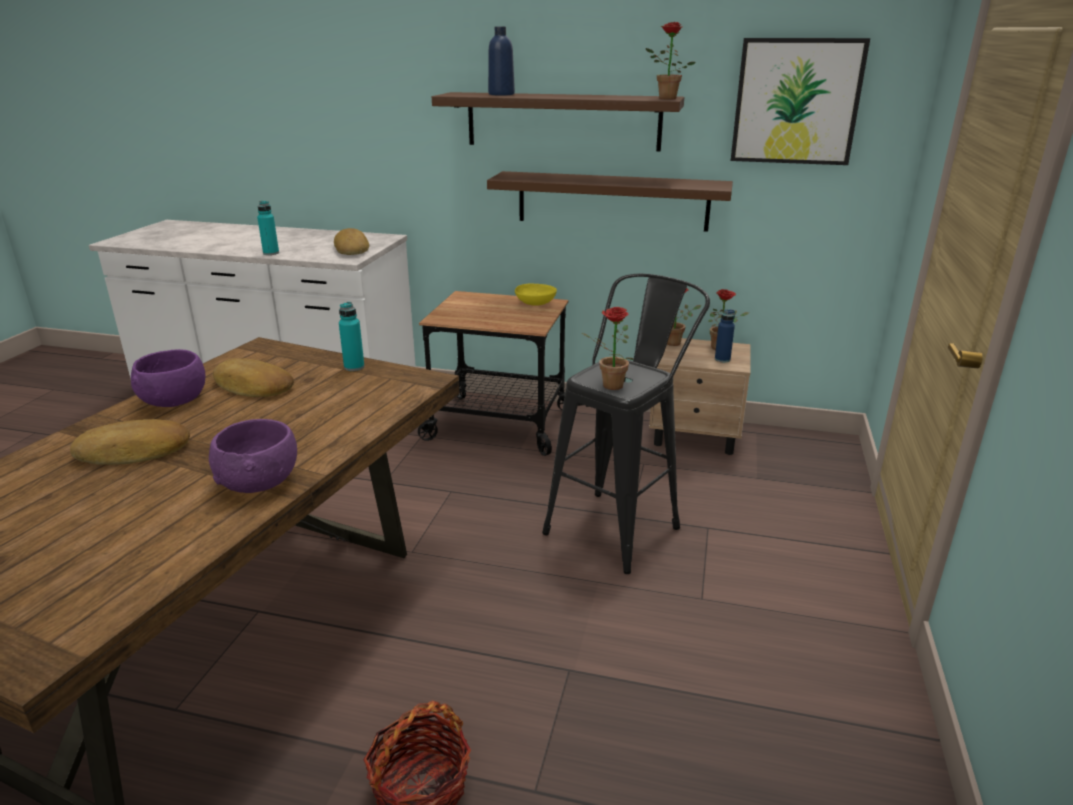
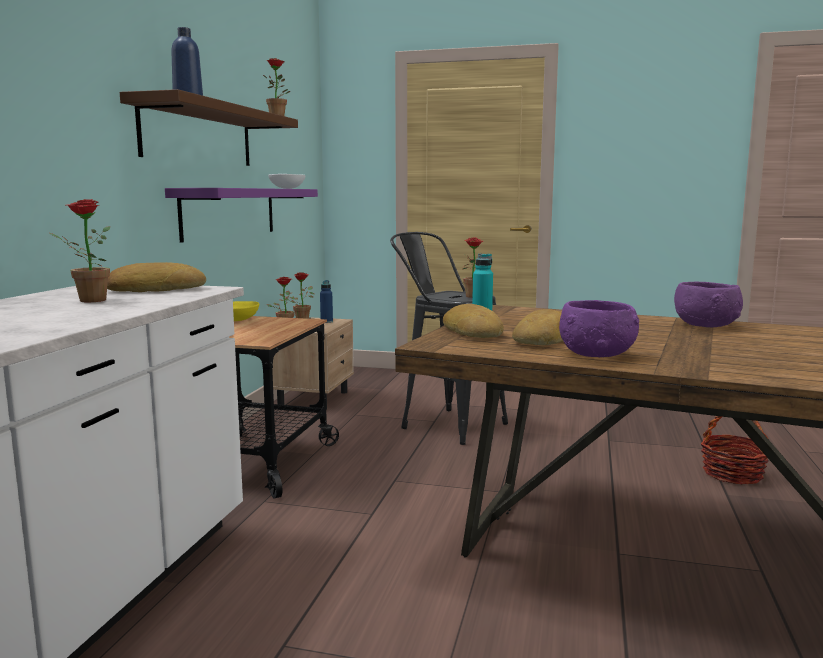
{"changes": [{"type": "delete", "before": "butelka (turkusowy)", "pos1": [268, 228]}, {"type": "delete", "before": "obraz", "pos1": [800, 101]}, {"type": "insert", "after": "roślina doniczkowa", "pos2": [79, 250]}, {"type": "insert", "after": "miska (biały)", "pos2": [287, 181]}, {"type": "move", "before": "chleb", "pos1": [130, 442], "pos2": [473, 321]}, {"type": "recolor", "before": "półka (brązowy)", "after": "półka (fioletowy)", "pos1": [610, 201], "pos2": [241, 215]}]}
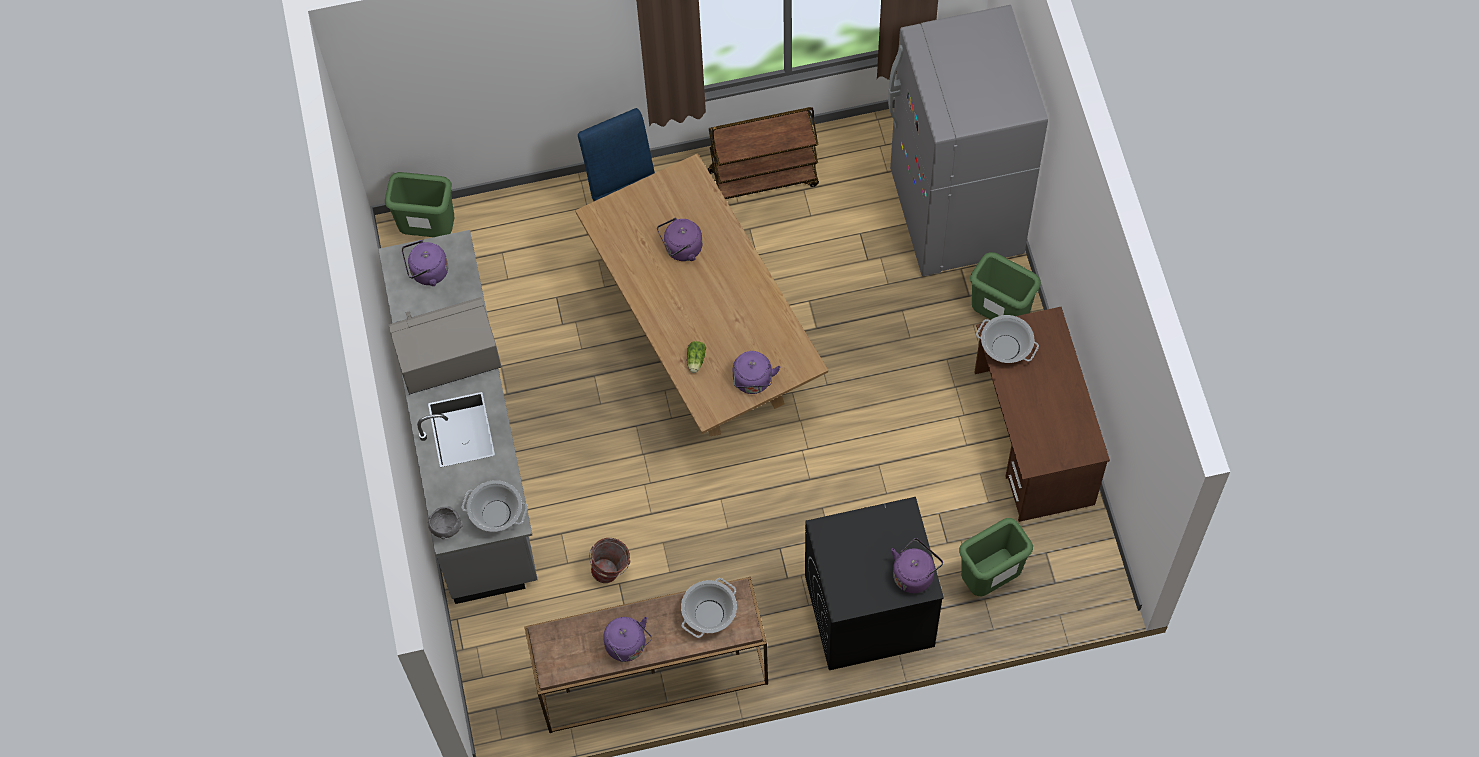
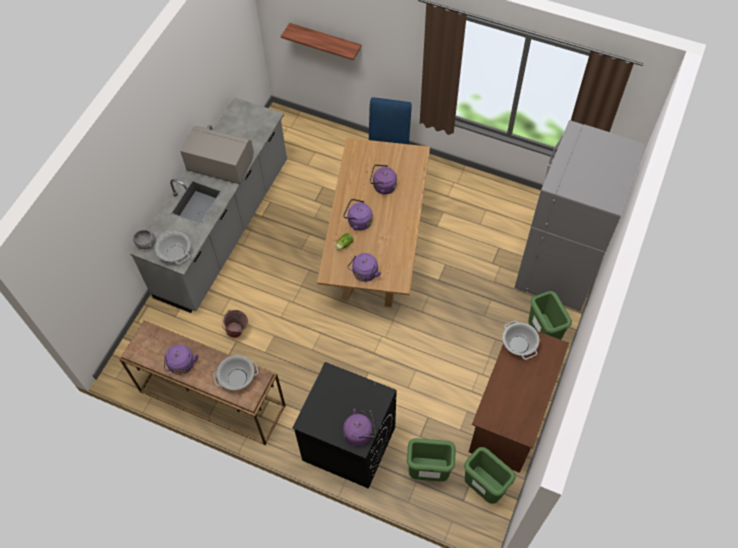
{"changes": [{"type": "delete", "before": "wózek (brązowy)", "pos1": [763, 153]}, {"type": "insert", "after": "półka", "pos2": [321, 41]}, {"type": "move", "before": "kosz na śmieci (zielony)", "pos1": [419, 204], "pos2": [489, 475]}, {"type": "move", "before": "czajnik (fioletowy)", "pos1": [425, 263], "pos2": [357, 214]}]}
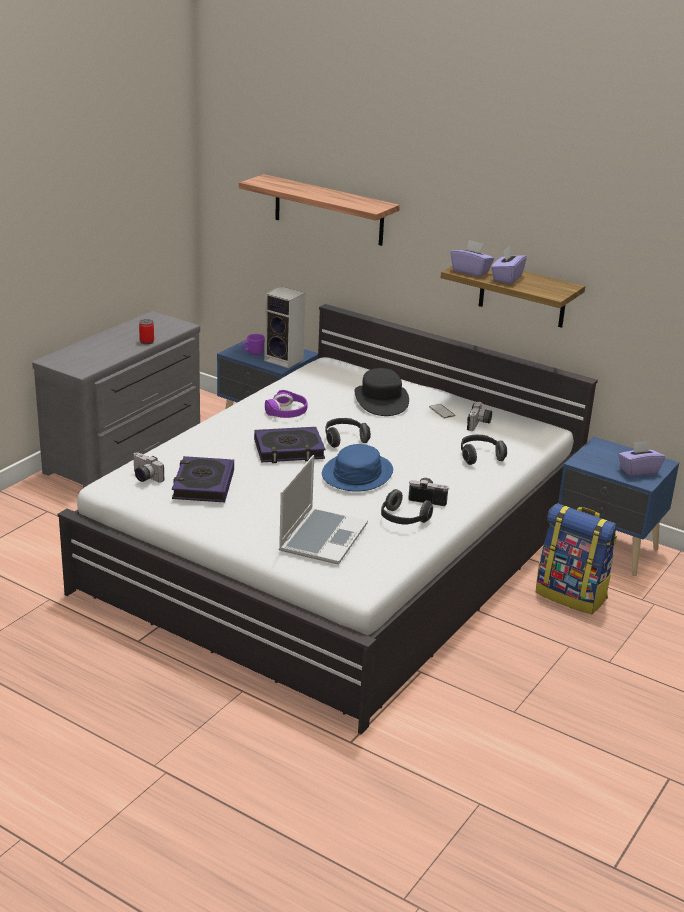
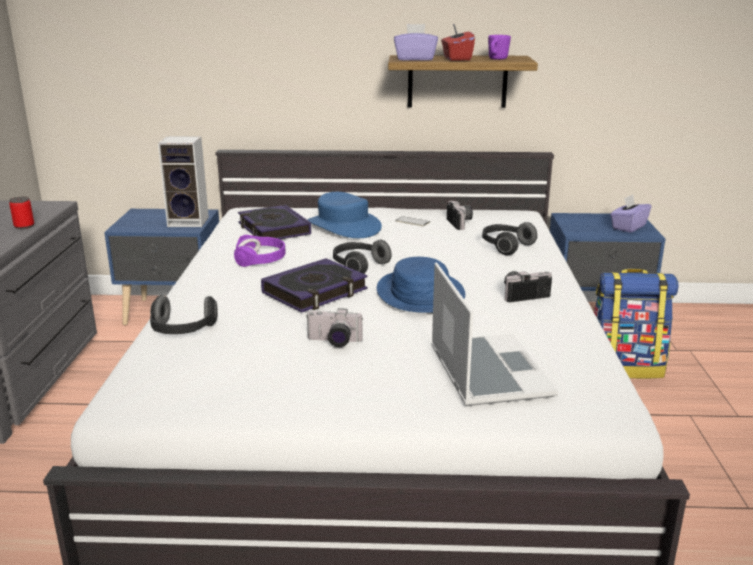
{"changes": [{"type": "delete", "before": "półka", "pos1": [319, 210]}, {"type": "move", "before": "aparat fotograficzny", "pos1": [148, 467], "pos2": [335, 327]}, {"type": "move", "before": "książka", "pos1": [203, 479], "pos2": [274, 222]}, {"type": "move", "before": "kubek (fioletowy)", "pos1": [253, 344], "pos2": [499, 47]}, {"type": "move", "before": "słuchawki", "pos1": [407, 507], "pos2": [184, 314]}, {"type": "recolor", "before": "kapelusz (czarny)", "after": "kapelusz (niebieski)", "pos1": [381, 392], "pos2": [344, 215]}, {"type": "recolor", "before": "pudełko chusteczek (fioletowy)", "after": "pudełko chusteczek (czerwony)", "pos1": [509, 265], "pos2": [458, 42]}]}
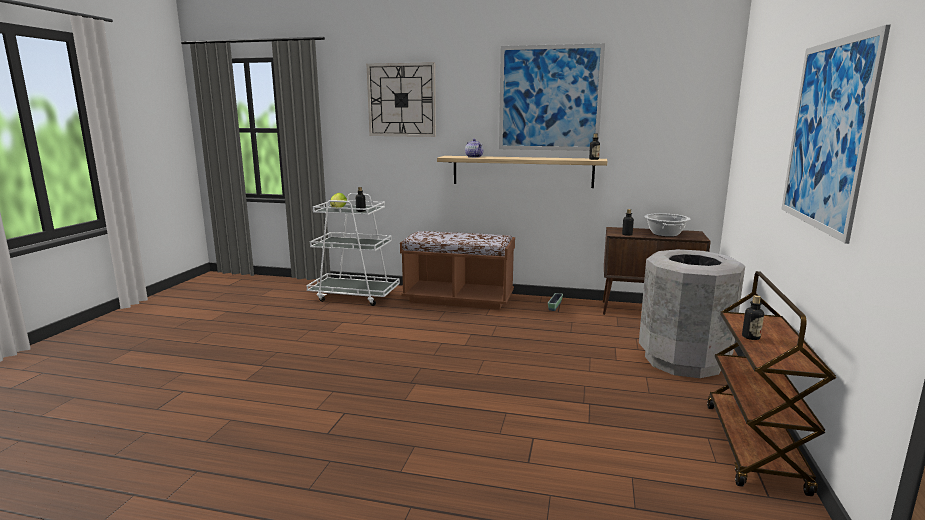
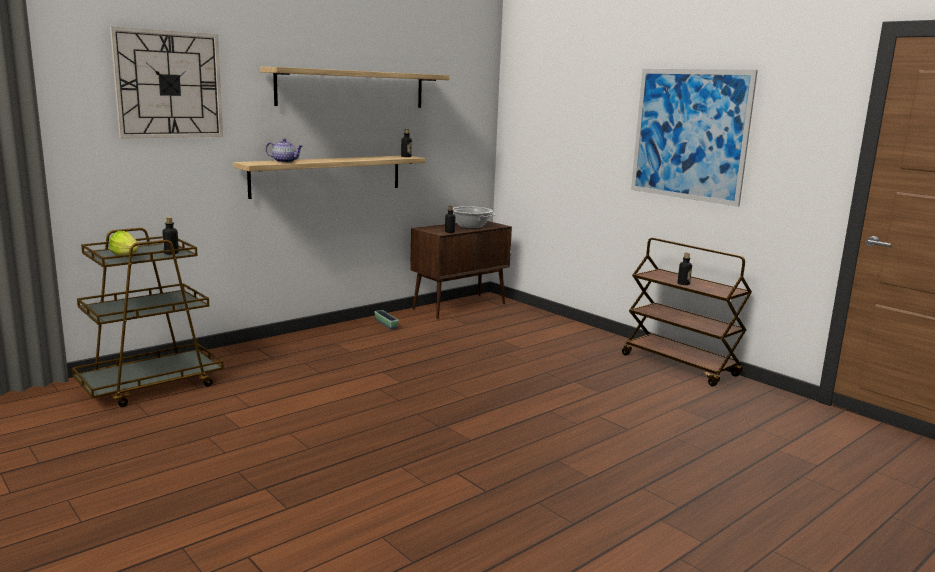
{"changes": [{"type": "delete", "before": "ławka (brązowy)", "pos1": [457, 270]}, {"type": "delete", "before": "kosz na śmieci (szary)", "pos1": [692, 313]}, {"type": "replace", "before": "obraz", "after": "półka", "pos1": [552, 97], "pos2": [354, 87]}, {"type": "recolor", "before": "wózek (biały)", "after": "wózek (brązowy)", "pos1": [353, 249], "pos2": [148, 317]}]}
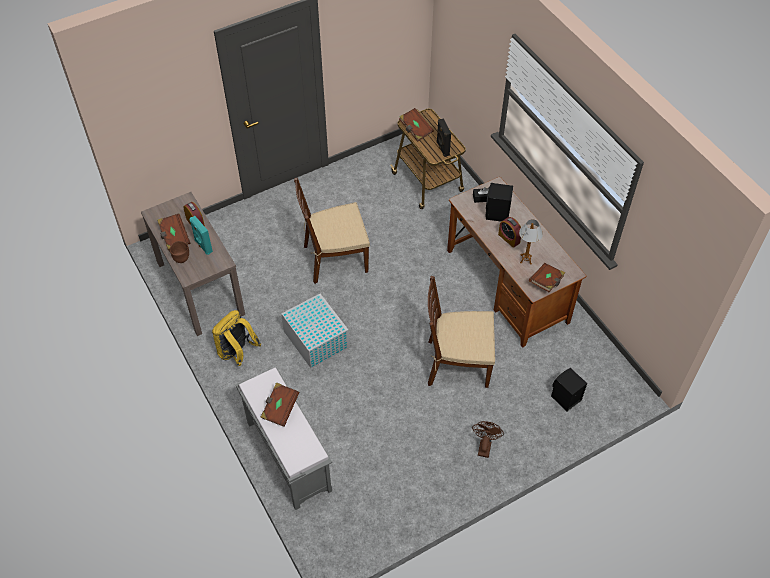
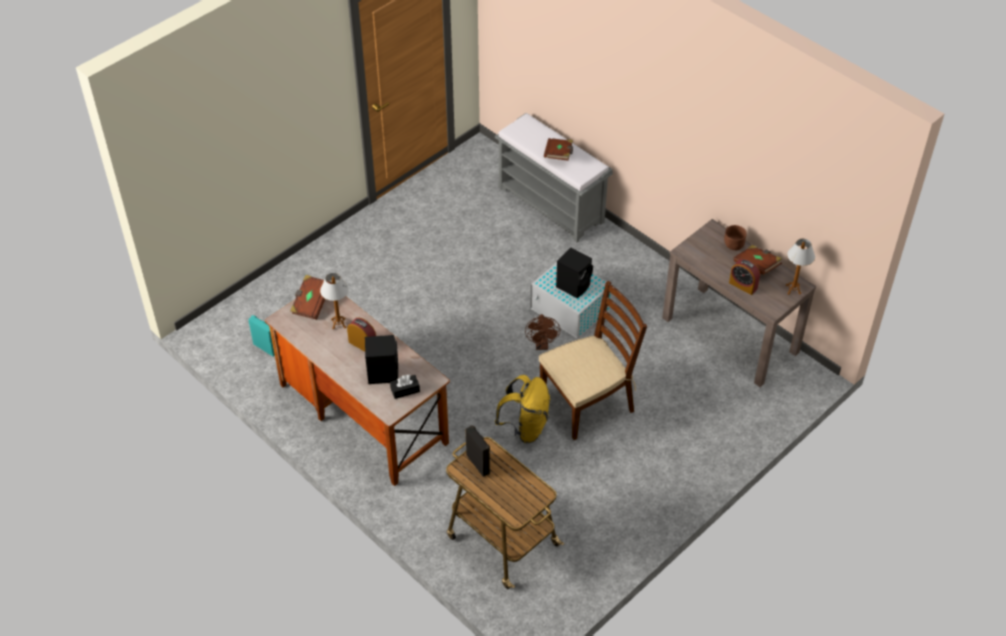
{"changes": [{"type": "delete", "before": "książka (brązowy)", "pos1": [416, 125]}, {"type": "delete", "before": "krzesło (brązowy)", "pos1": [461, 332]}, {"type": "insert", "after": "lampa stołowa", "pos2": [800, 267]}, {"type": "move", "before": "głośnik (turkusowy)", "pos1": [201, 235], "pos2": [261, 336]}, {"type": "move", "before": "plecak (żółty)", "pos1": [236, 338], "pos2": [522, 409]}, {"type": "move", "before": "wentylator (brązowy)", "pos1": [488, 439], "pos2": [542, 332]}, {"type": "move", "before": "głośnik (czarny)", "pos1": [569, 390], "pos2": [574, 272]}]}
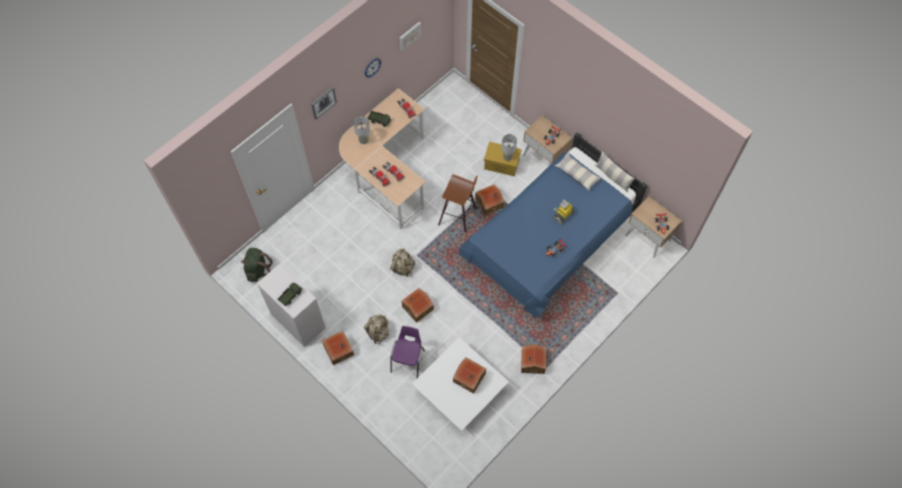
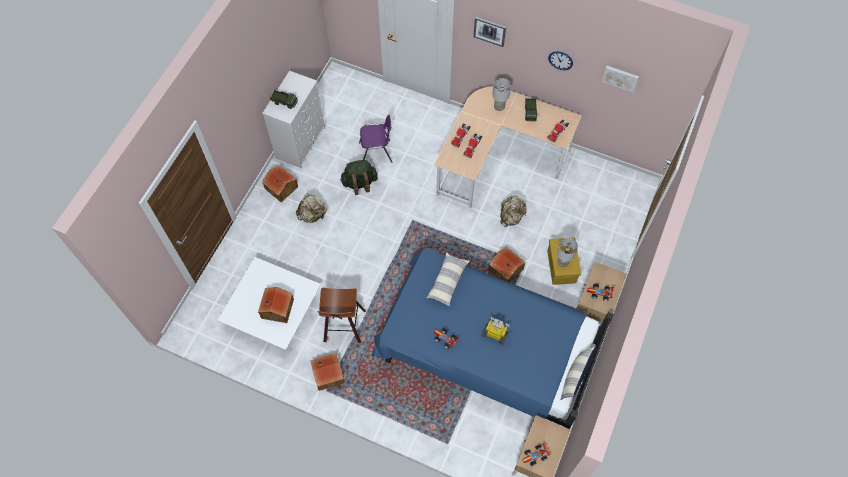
{"changes": [{"type": "delete", "before": "domek", "pos1": [417, 305]}, {"type": "move", "before": "plecak (zielony)", "pos1": [257, 265], "pos2": [359, 177]}, {"type": "move", "before": "plecak (beżowy)", "pos1": [402, 262], "pos2": [513, 211]}, {"type": "move", "before": "krzesło (fioletowy)", "pos1": [407, 352], "pos2": [375, 139]}, {"type": "move", "before": "stołek", "pos1": [458, 203], "pos2": [342, 315]}, {"type": "move", "before": "poduszka", "pos1": [578, 172], "pos2": [448, 279]}]}
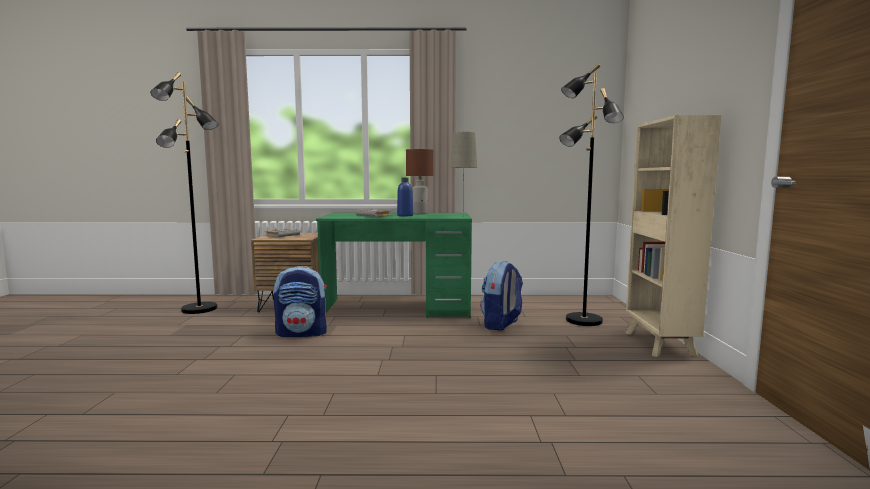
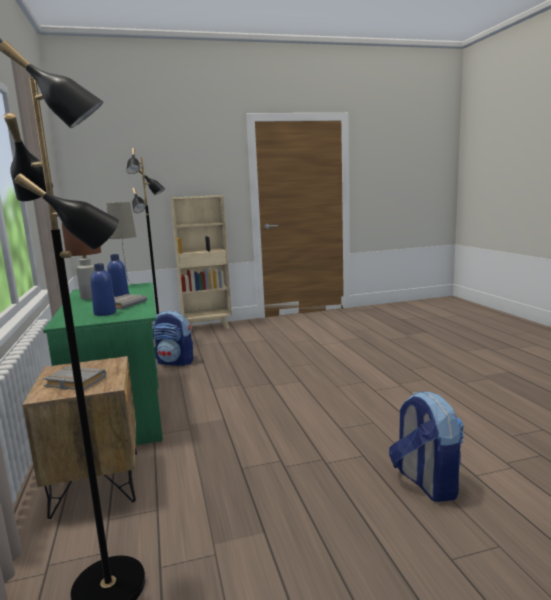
{"changes": [{"type": "insert", "after": "butelka (niebieski)", "pos2": [103, 289]}, {"type": "move", "before": "plecak", "pos1": [300, 301], "pos2": [426, 446]}]}
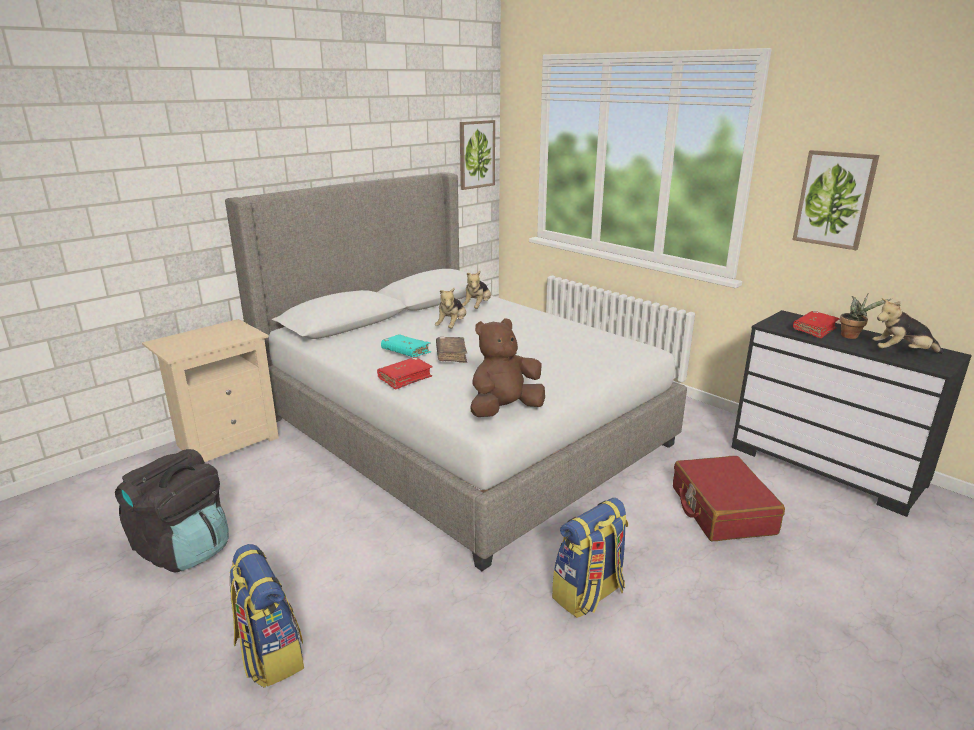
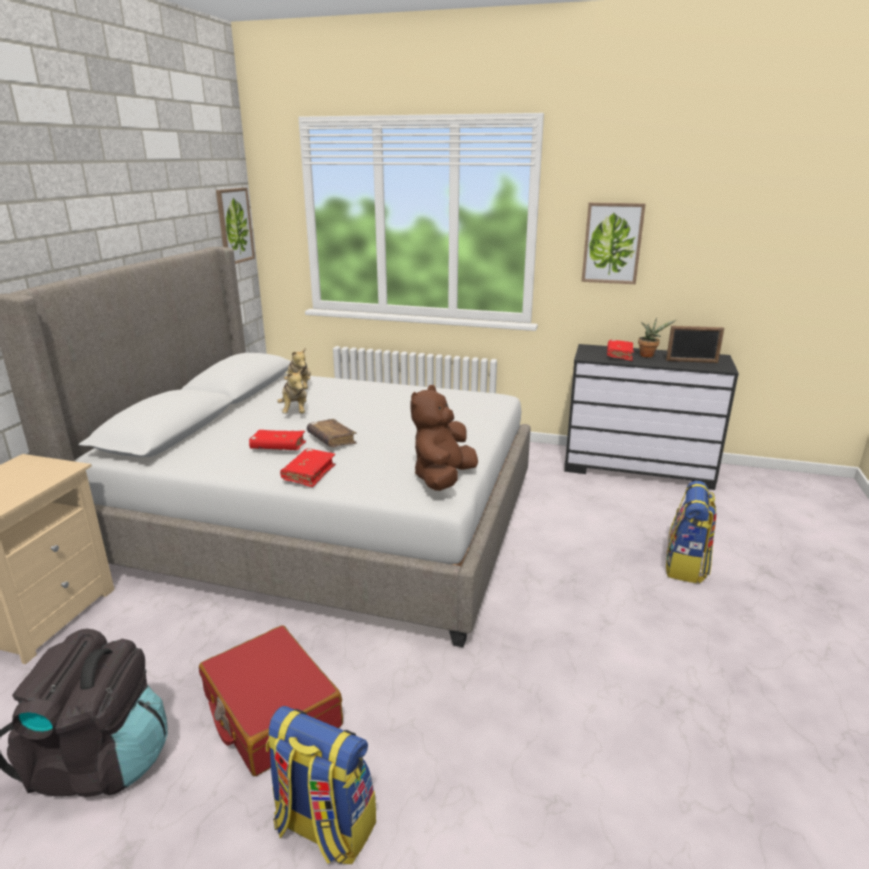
{"changes": [{"type": "move", "before": "plecak", "pos1": [590, 558], "pos2": [691, 532]}, {"type": "move", "before": "walizka (czerwony)", "pos1": [729, 498], "pos2": [271, 700]}, {"type": "replace", "before": "pluszak", "after": "ramka na zdjęcie", "pos1": [908, 326], "pos2": [695, 344]}, {"type": "recolor", "before": "książka (turkusowy)", "after": "książka (czerwony)", "pos1": [406, 345], "pos2": [277, 440]}]}
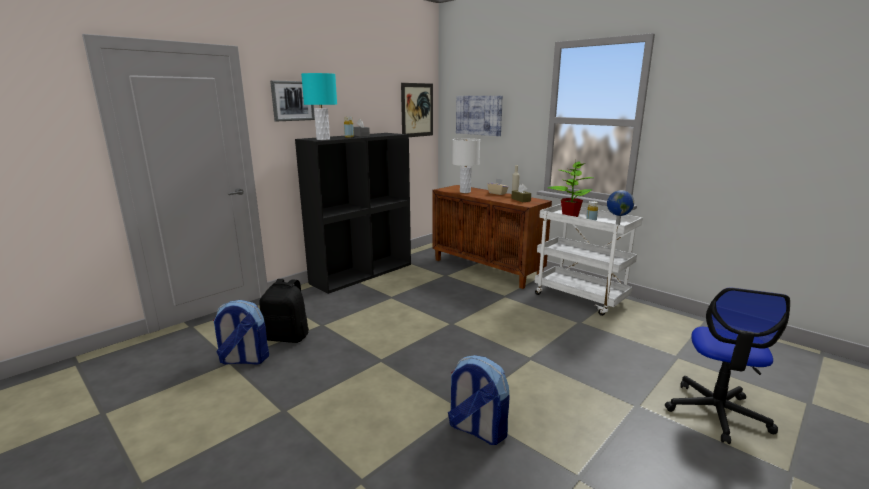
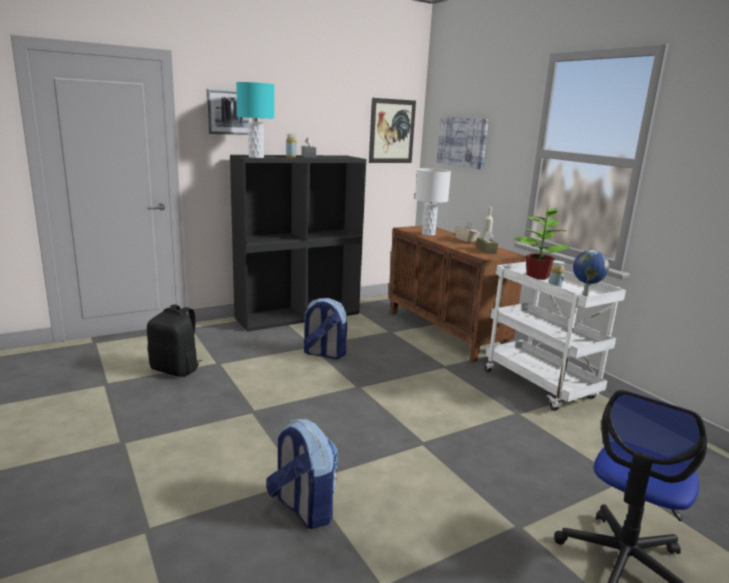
{"changes": [{"type": "move", "before": "plecak", "pos1": [241, 332], "pos2": [325, 328]}]}
